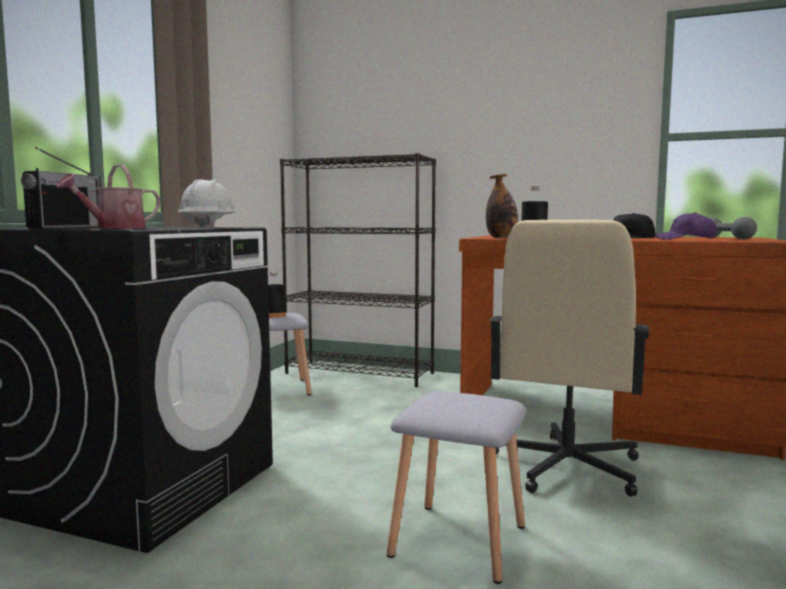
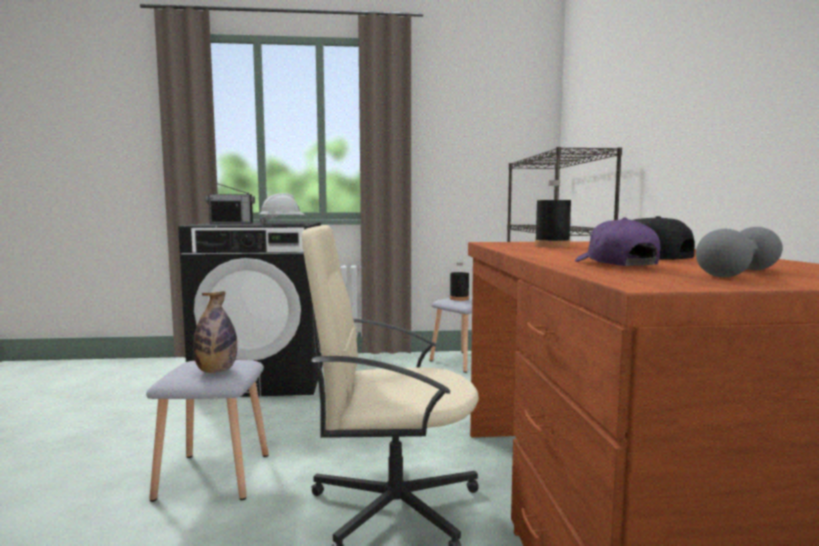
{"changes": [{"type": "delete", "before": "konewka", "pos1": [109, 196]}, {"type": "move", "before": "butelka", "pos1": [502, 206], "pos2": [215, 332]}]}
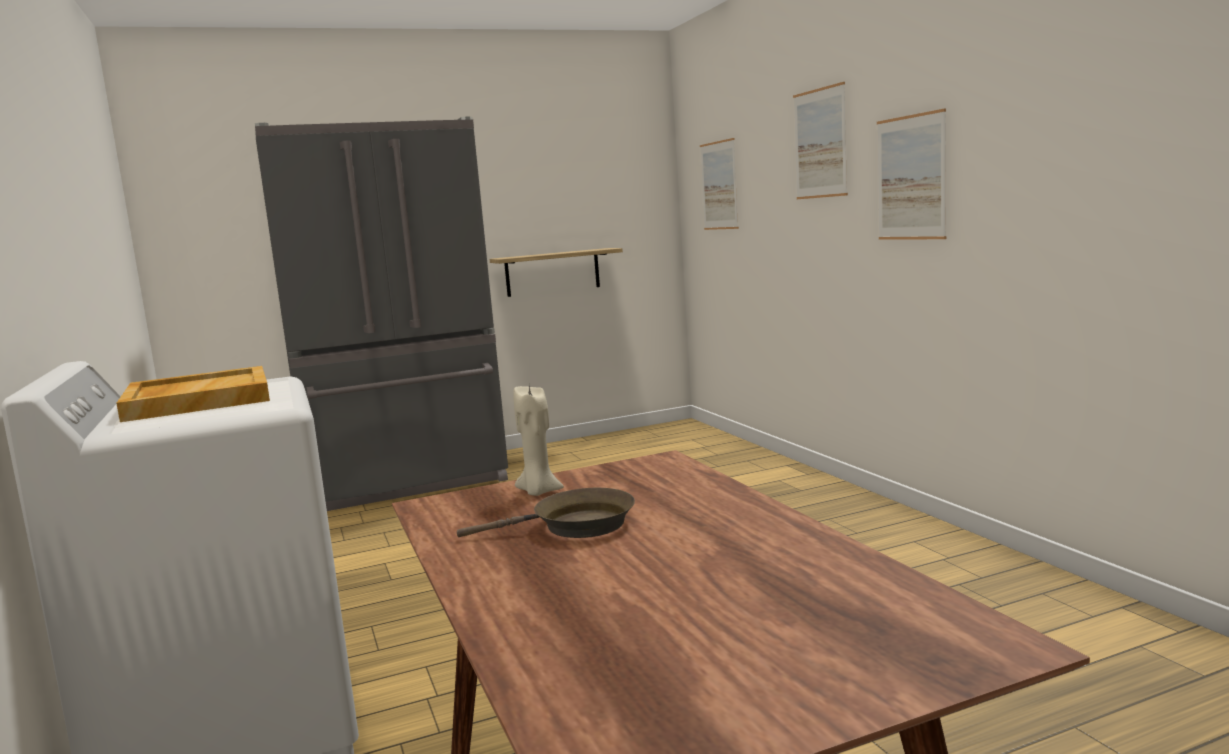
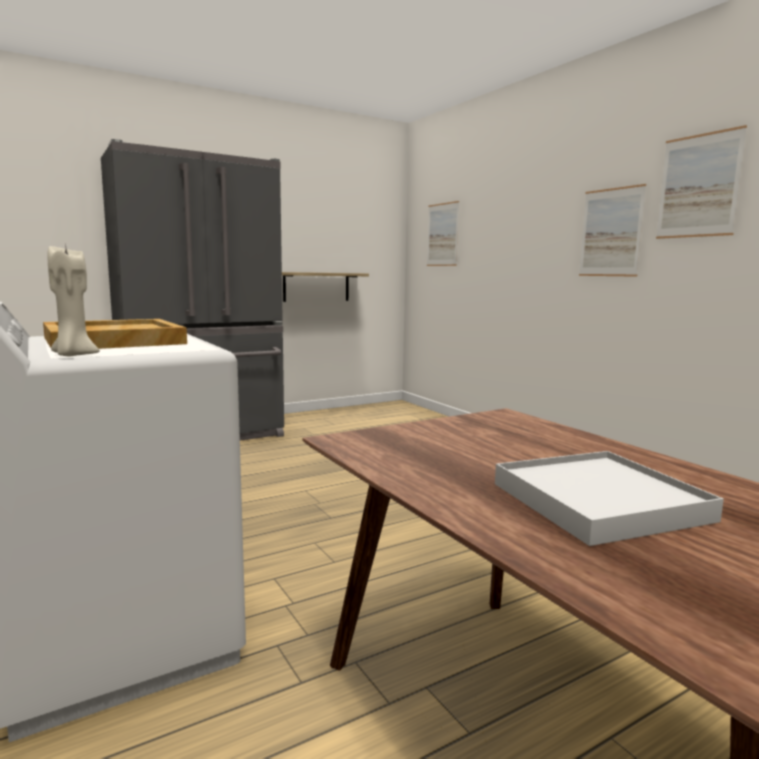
{"changes": [{"type": "delete", "before": "patelnia (brązowy)", "pos1": [546, 513]}, {"type": "insert", "after": "taca (biały)", "pos2": [609, 498]}, {"type": "move", "before": "świeca (beżowy)", "pos1": [538, 441], "pos2": [73, 301]}, {"type": "move", "before": "obraz", "pos1": [820, 140], "pos2": [701, 182]}]}
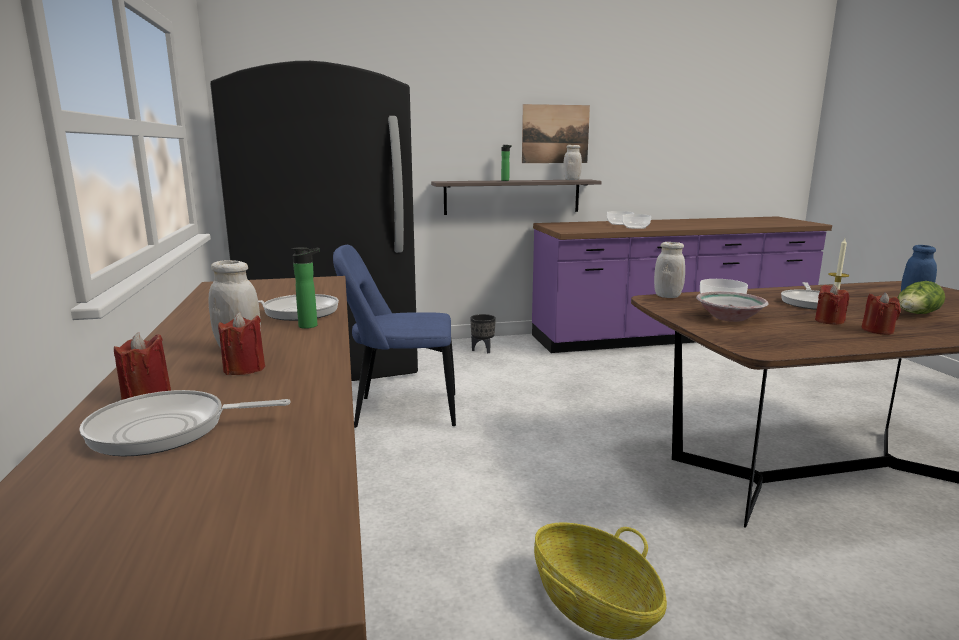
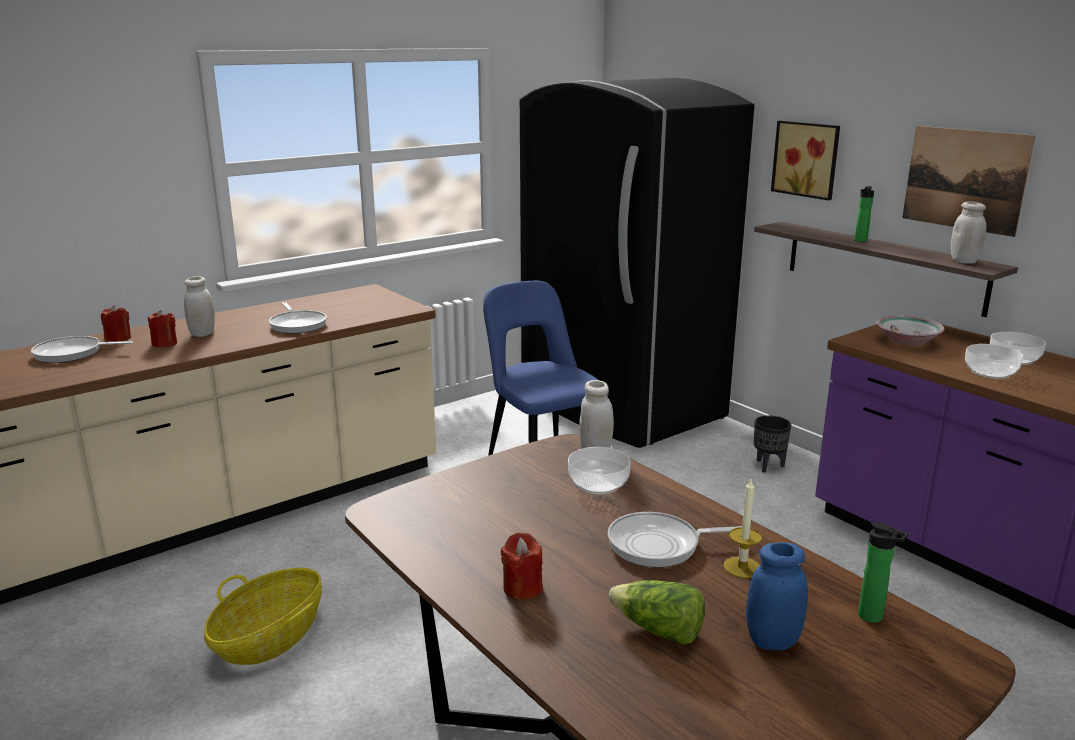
{"changes": [{"type": "delete", "before": "świeca (czerwony)", "pos1": [832, 304]}, {"type": "insert", "after": "obraz", "pos2": [805, 160]}, {"type": "move", "before": "butelka", "pos1": [305, 288], "pos2": [883, 572]}, {"type": "move", "before": "miska", "pos1": [732, 306], "pos2": [910, 330]}, {"type": "rotate", "before": "patelnia", "pos1": [185, 423], "pos2": [82, 349], "turn": -60}]}
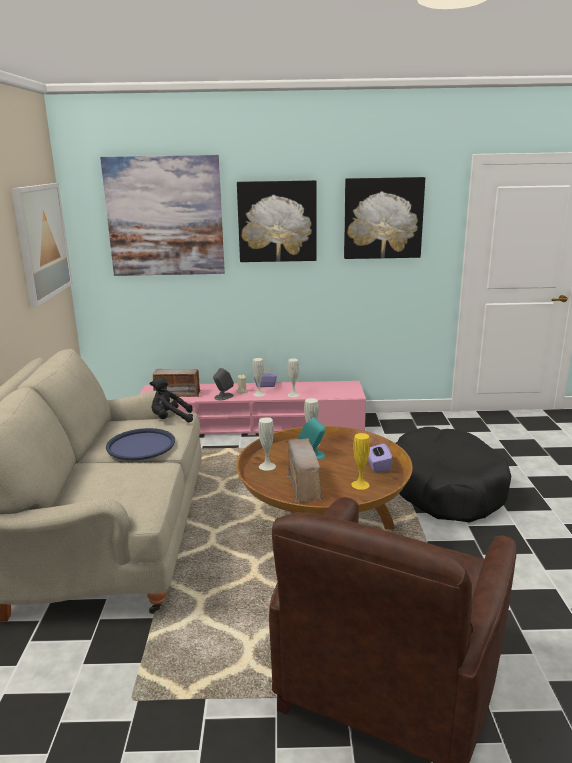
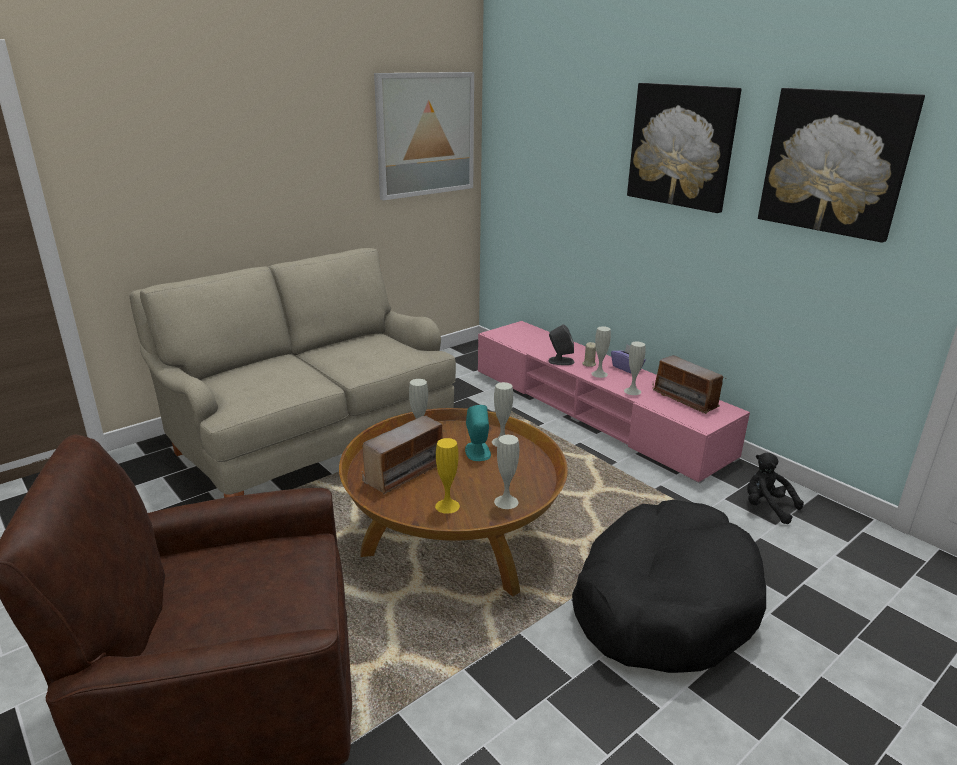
{"changes": [{"type": "delete", "before": "obraz", "pos1": [162, 215]}, {"type": "delete", "before": "taca (niebieski)", "pos1": [140, 444]}, {"type": "move", "before": "pluszak (czarny)", "pos1": [171, 399], "pos2": [775, 488]}, {"type": "move", "before": "radio", "pos1": [177, 383], "pos2": [687, 384]}, {"type": "replace", "before": "pudełko chusteczek (fioletowy)", "after": "wazon (biały)", "pos1": [380, 458], "pos2": [506, 472]}]}
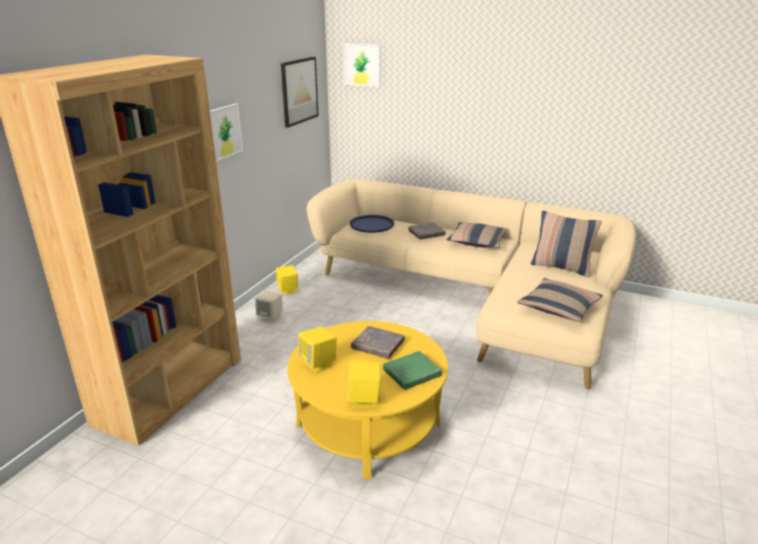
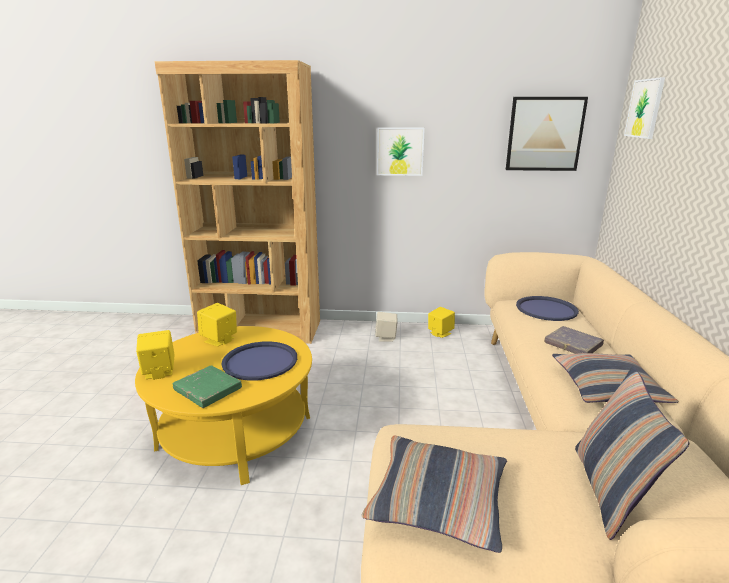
{"changes": [{"type": "replace", "before": "książka (szary)", "after": "taca (niebieski)", "pos1": [378, 342], "pos2": [259, 361]}]}
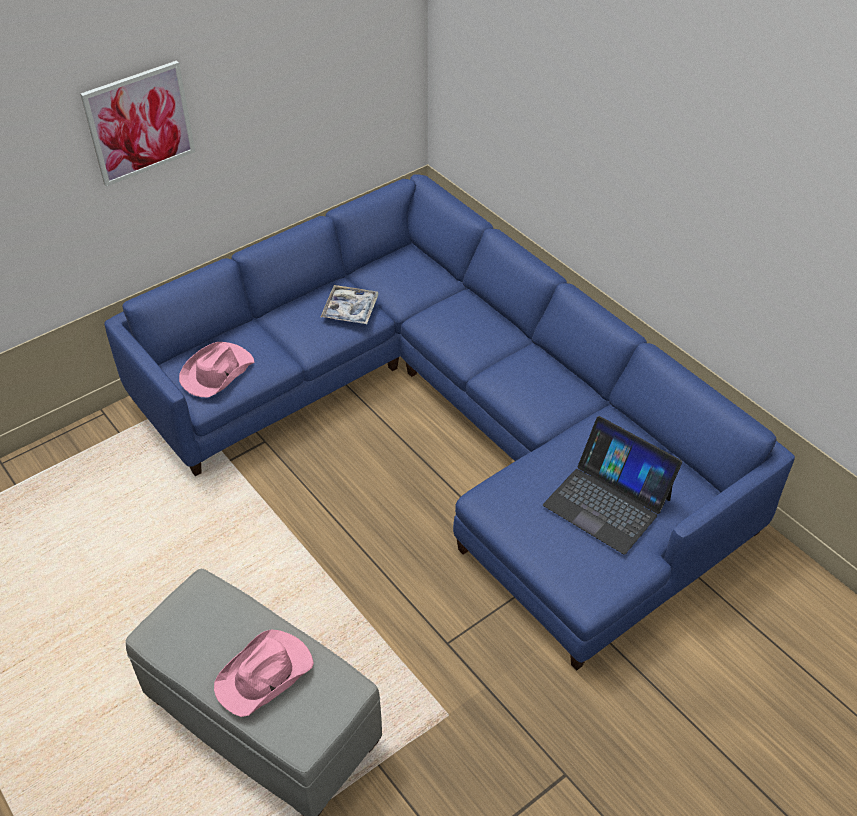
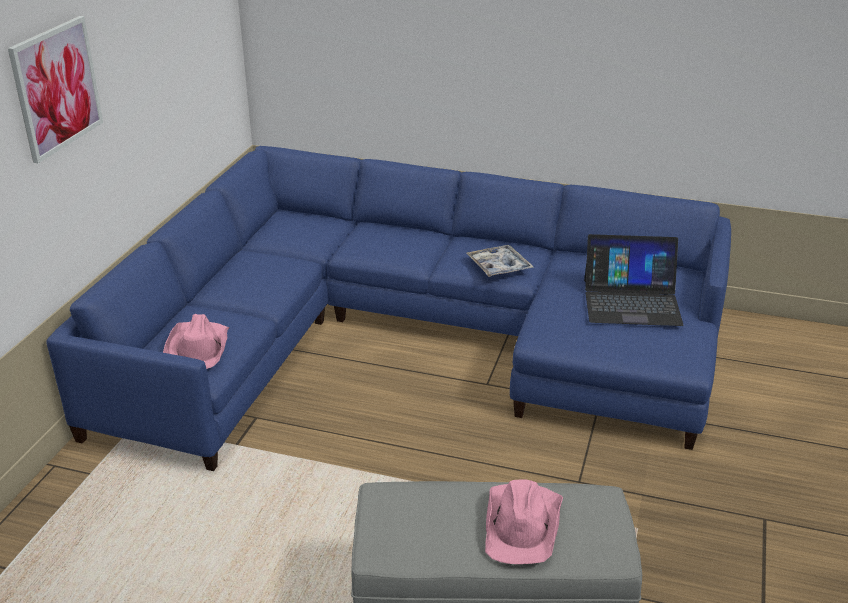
{"changes": [{"type": "move", "before": "taca", "pos1": [349, 304], "pos2": [500, 261]}]}
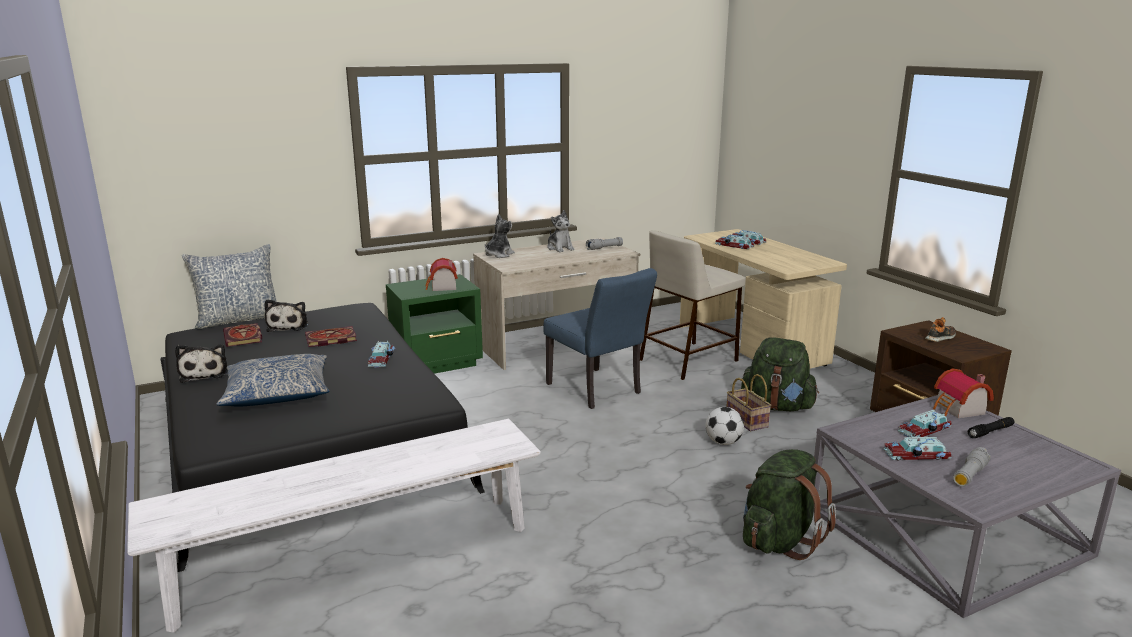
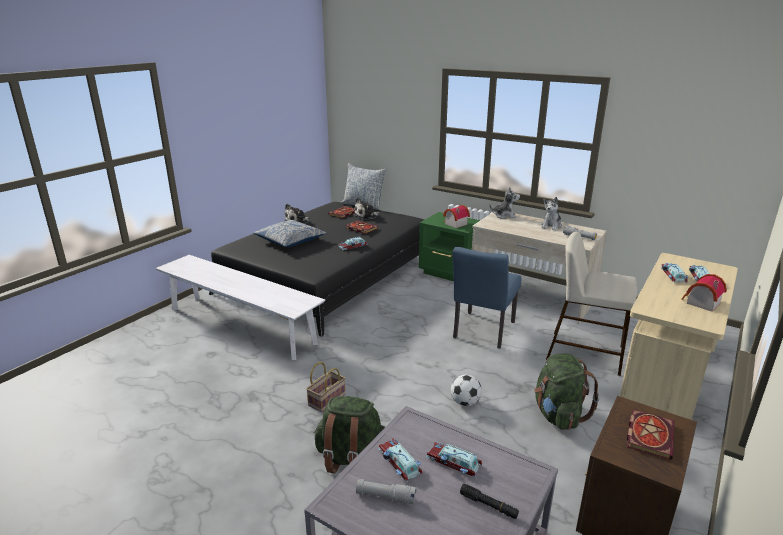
{"changes": [{"type": "move", "before": "koszyk", "pos1": [748, 402], "pos2": [325, 387]}, {"type": "move", "before": "domek", "pos1": [963, 393], "pos2": [704, 293]}, {"type": "replace", "before": "but", "after": "książka", "pos1": [940, 329], "pos2": [650, 435]}]}
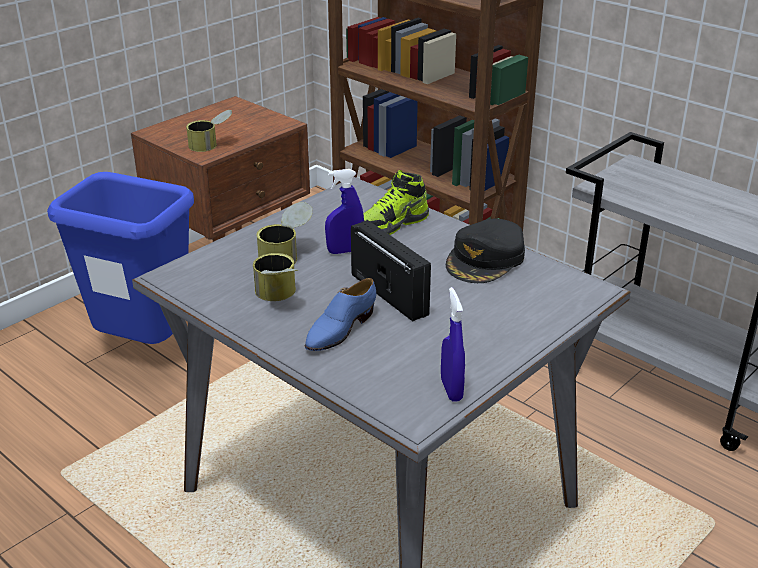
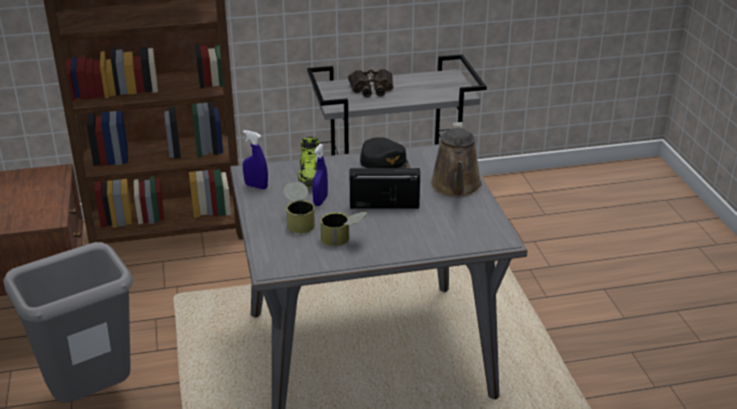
{"changes": [{"type": "delete", "before": "puszka", "pos1": [209, 131]}, {"type": "delete", "before": "but (niebieski)", "pos1": [340, 314]}, {"type": "insert", "after": "lornetka", "pos2": [370, 83]}, {"type": "insert", "after": "konewka (brązowy)", "pos2": [456, 159]}, {"type": "move", "before": "spryskiwacz (niebieski)", "pos1": [453, 344], "pos2": [255, 159]}, {"type": "recolor", "before": "kosz na śmieci (niebieski)", "after": "kosz na śmieci (szary)", "pos1": [120, 258], "pos2": [68, 322]}]}
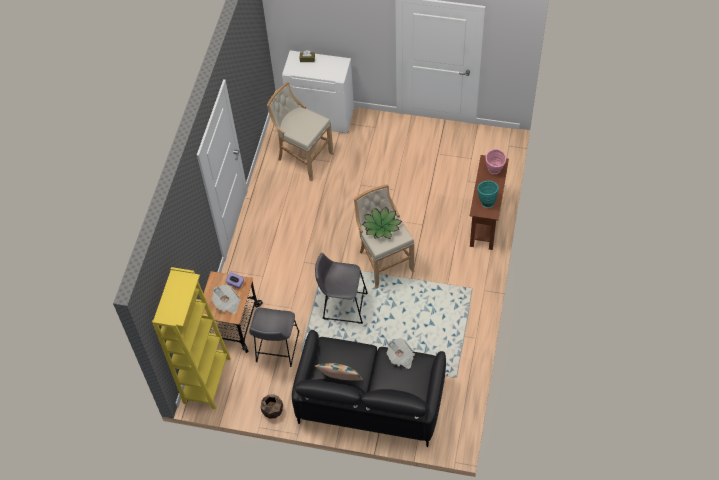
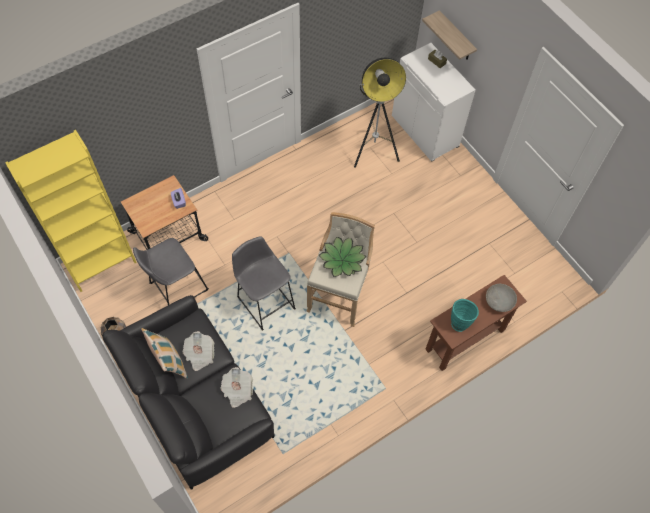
{"changes": [{"type": "insert", "after": "półka", "pos2": [449, 35]}, {"type": "move", "before": "gazeta", "pos1": [226, 299], "pos2": [198, 351]}, {"type": "replace", "before": "stołek (beżowy)", "after": "lampa stojąca", "pos1": [300, 131], "pos2": [380, 113]}, {"type": "replace", "before": "wazon (różowy)", "after": "miska (szary)", "pos1": [496, 161], "pos2": [501, 298]}]}
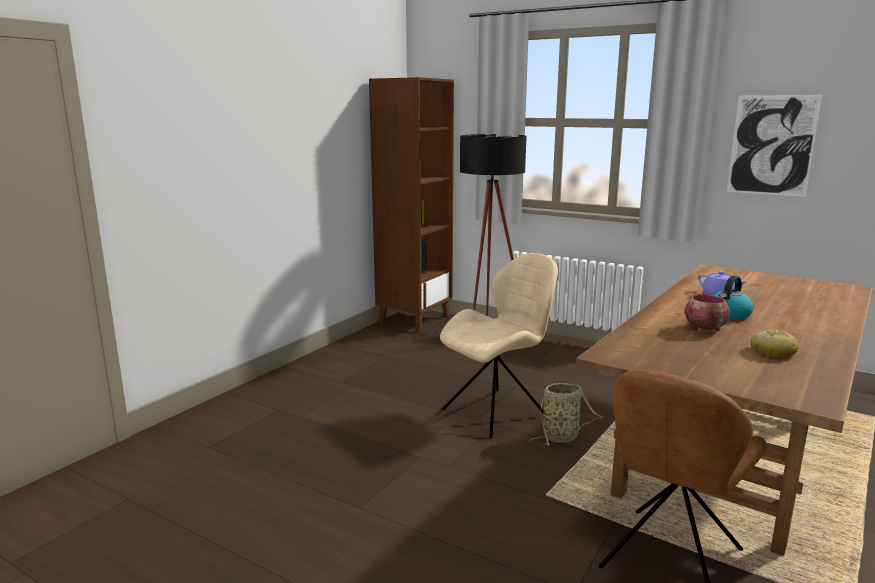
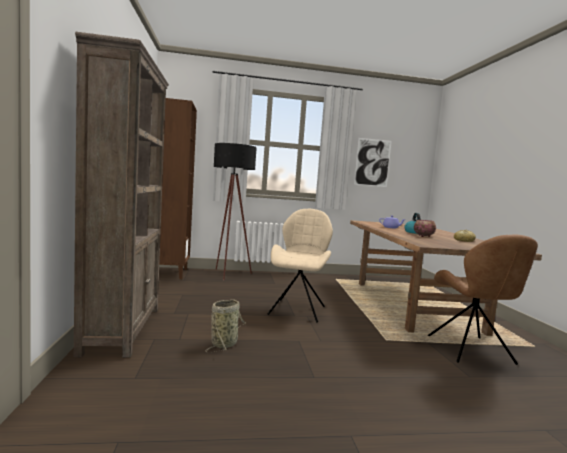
{"changes": [{"type": "insert", "after": "regał (brązowy)", "pos2": [121, 195]}, {"type": "move", "before": "koszyk", "pos1": [566, 414], "pos2": [226, 326]}]}
